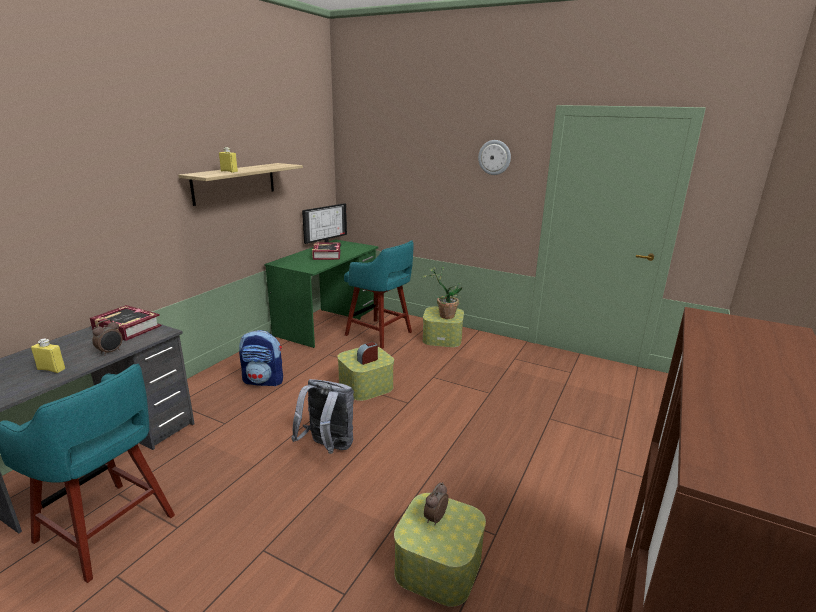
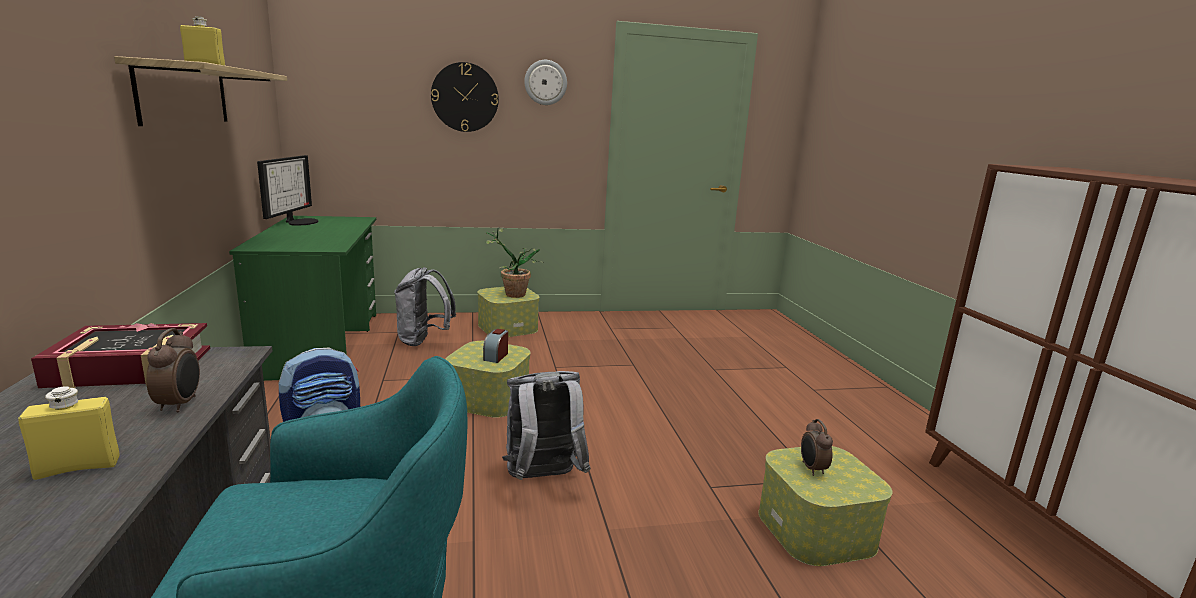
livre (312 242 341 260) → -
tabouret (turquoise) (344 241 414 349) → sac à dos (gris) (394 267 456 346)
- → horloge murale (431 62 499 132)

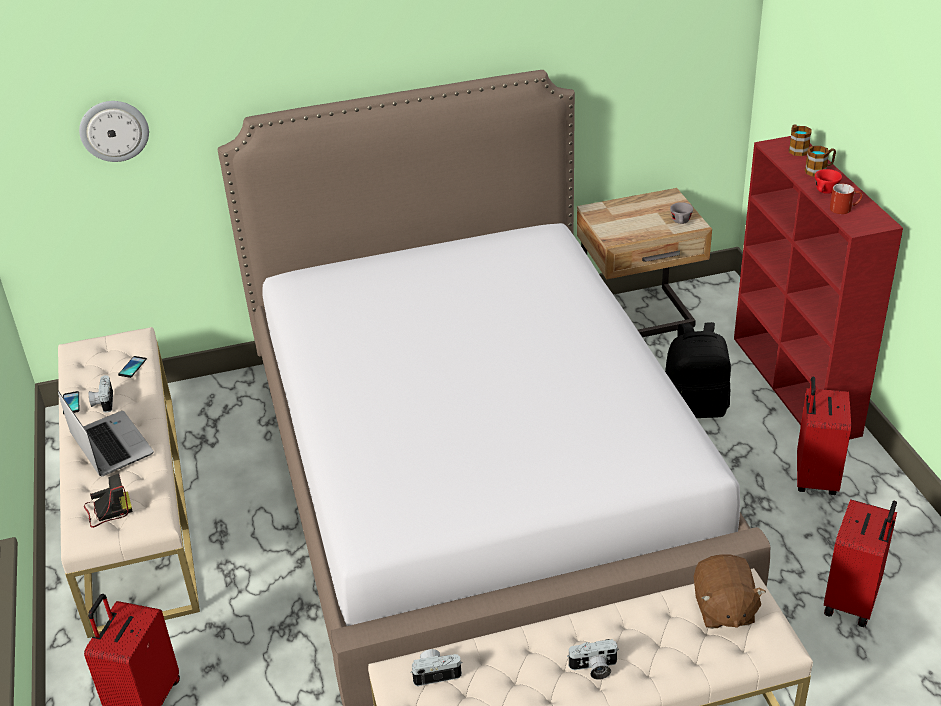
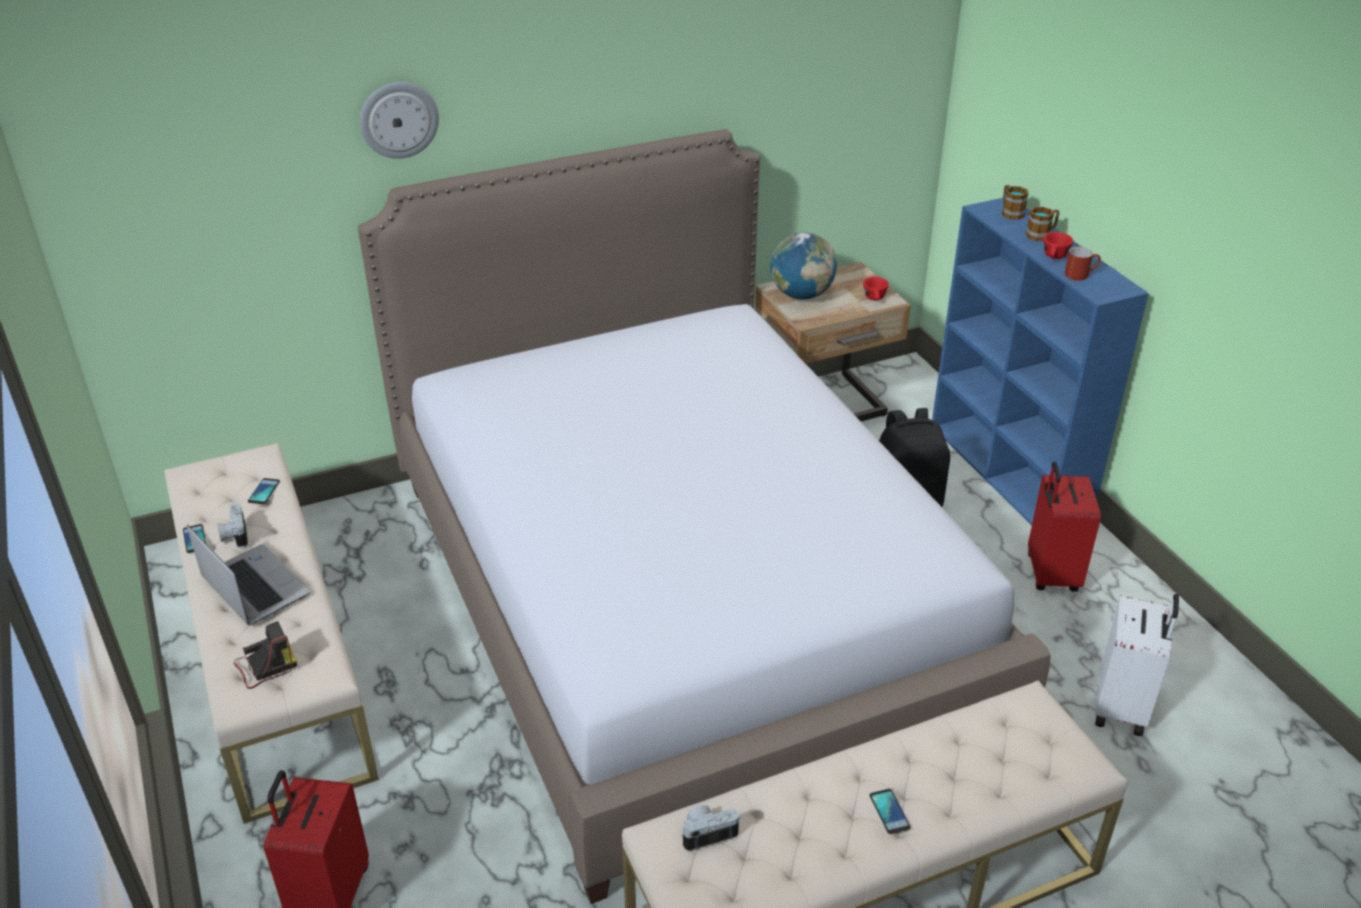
horloge murale (79 101 149 162) → horloge murale (360 82 439 159), relocated
appareil photo (567 639 619 680) → téléphone (870 789 910 834)
tasse (gris) (670 202 693 224) → tasse (rouge) (863 277 889 300)
peluche (marron) (694 554 766 629) → -
bibliothèque (rouge) (734 136 903 440) → bibliothèque (bleu) (932 198 1149 526)
valise (rouge) (824 499 897 627) → valise (blanc) (1095 594 1179 736)
- → globe (770 232 837 299)

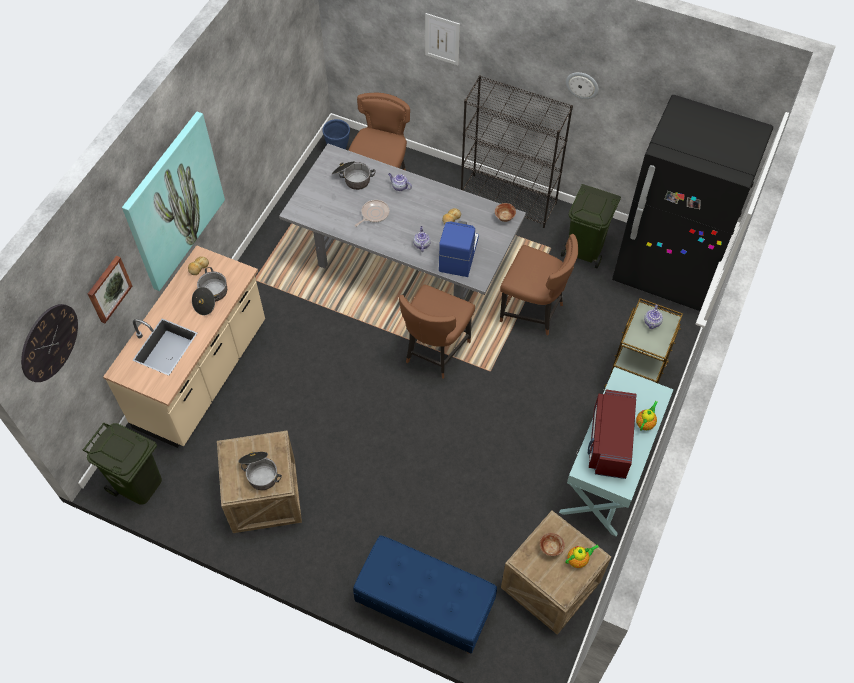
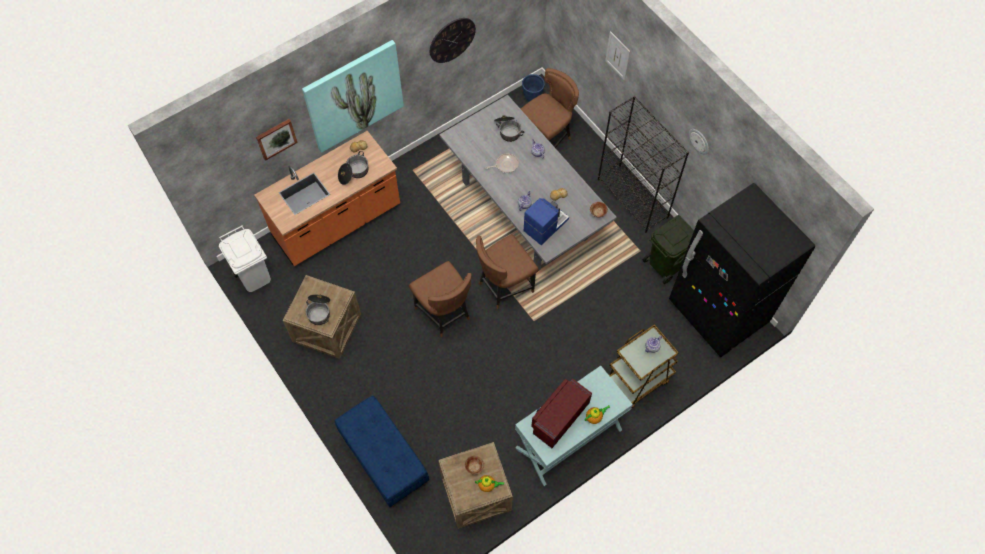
horloge murale (21 304 78 382) → horloge murale (430 18 476 63), relocated
poubelle (vert) (83 423 162 505) → poubelle (blanc) (219 226 271 292)
comptoir de cuisine (beige) (103 245 265 448) → comptoir de cuisine (orange) (254 131 400 266)
chaise (marron) (500 234 578 336) → chaise (marron) (409 261 471 337), relocated

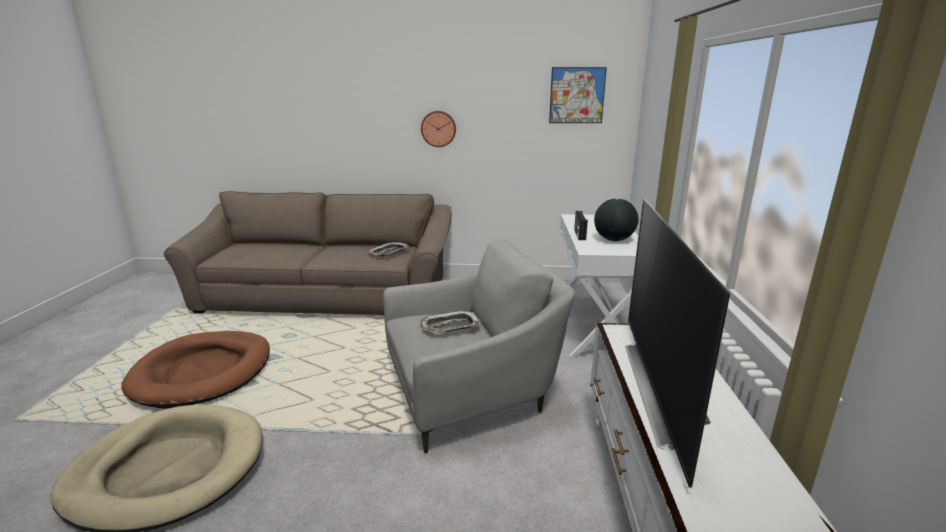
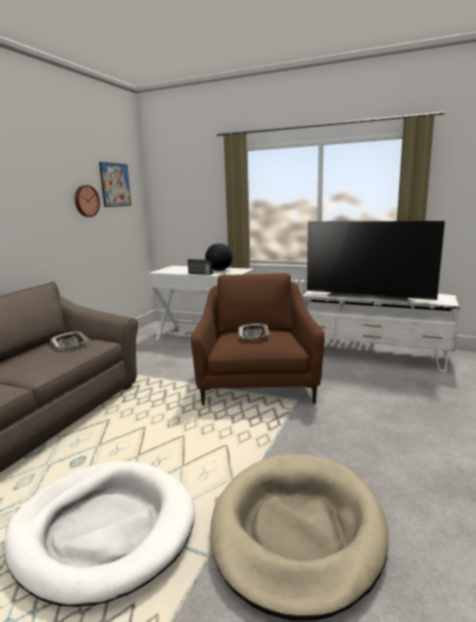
panier pour chien (marron) (121 331 270 409) → panier pour chien (blanc) (3 461 195 607)
fauteuil (gris) (383 239 575 454) → fauteuil (marron) (191 273 325 405)
horloge murale (421 111 456 147) → horloge murale (75 185 100 217), relocated

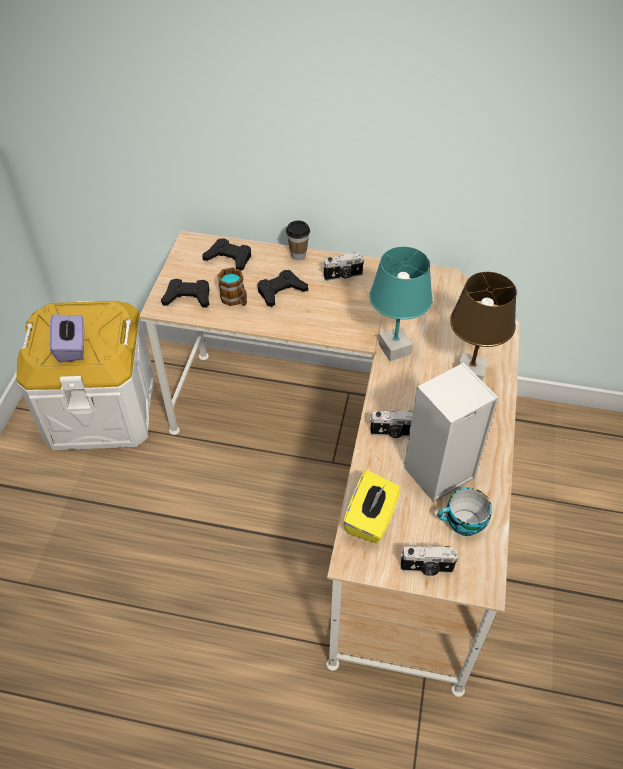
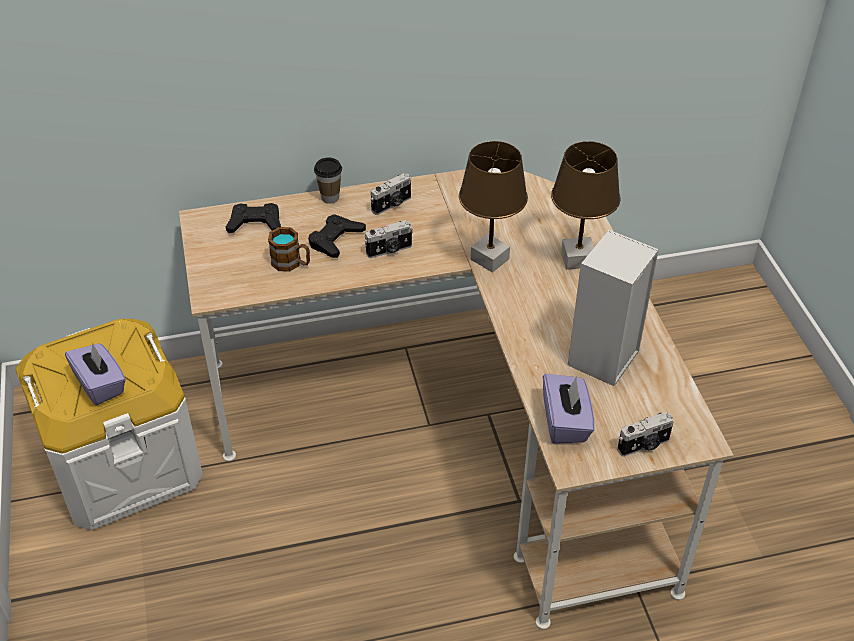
manette (noir) (161 279 209 308) → -
boîte à mouchoirs (jaune) (343 470 401 543) → boîte à mouchoirs (violet) (543 373 594 444)
lampe de table (turquoise) (369 247 433 361) → lampe de table (marron) (459 141 528 272)
appareil photo (369 410 413 438) → appareil photo (364 220 413 258), relocated
tasse (438 488 492 536) → -

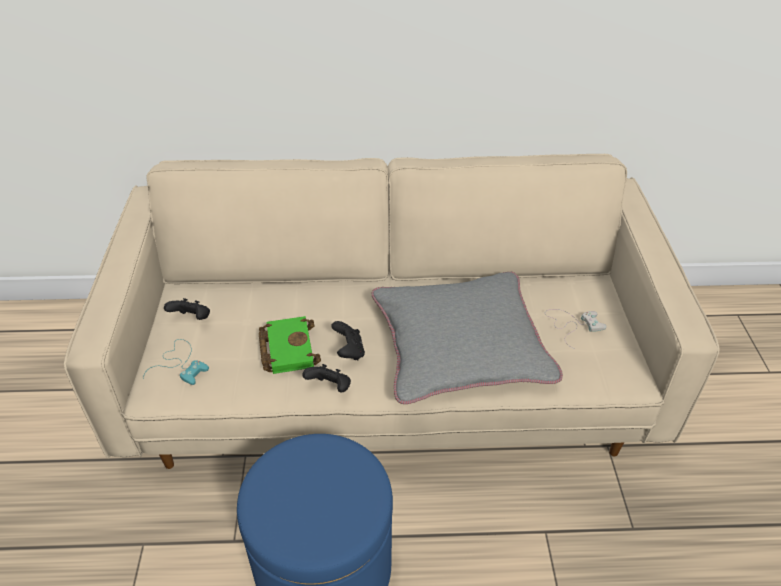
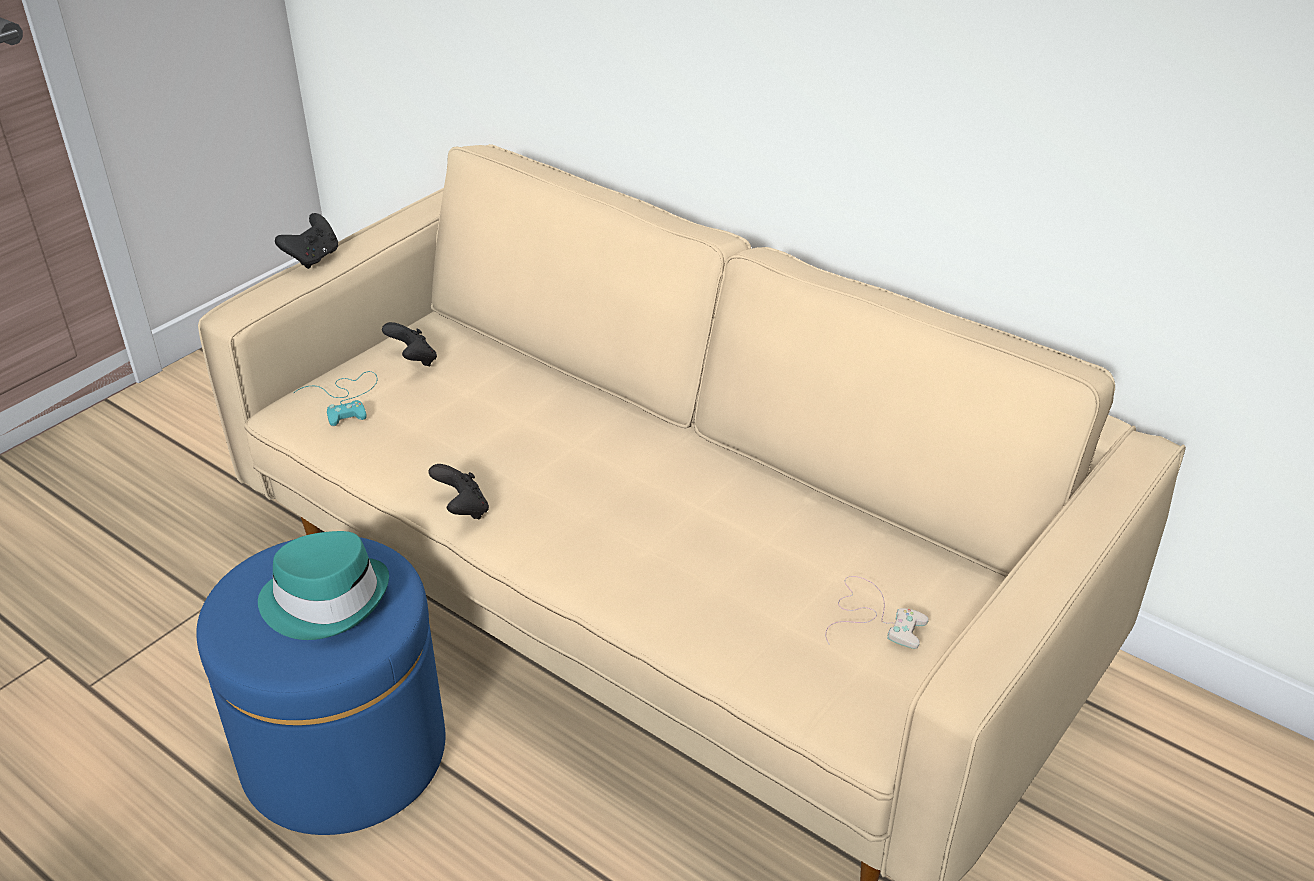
livre (vert) (259 316 321 374) → -
manette (noir) (331 321 365 360) → manette (noir) (275 213 338 269), relocated
coussin (gris) (372 272 563 404) → -
- → chapeau (turquoise) (258 531 389 640)

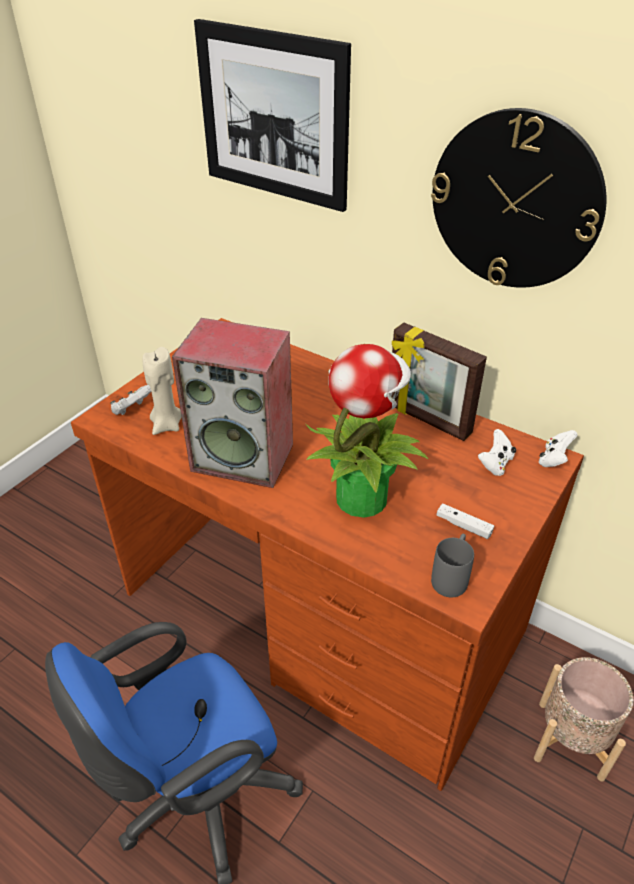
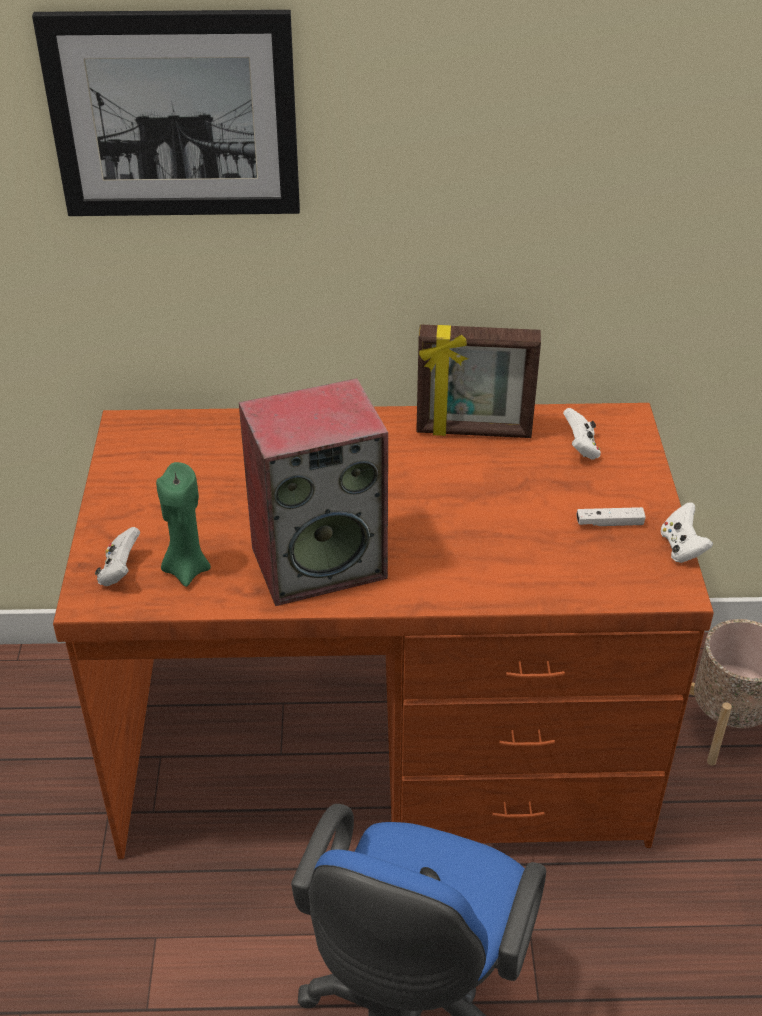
bougie (beige) (143 347 182 435) → bougie (vert) (156 462 211 587)
plante en pot (306 344 428 517) → -
horloge murale (431 108 606 288) → -
mug (gris) (431 534 474 597) → -
manette (blanc) (539 430 578 467) → manette (blanc) (661 502 713 563), relocated

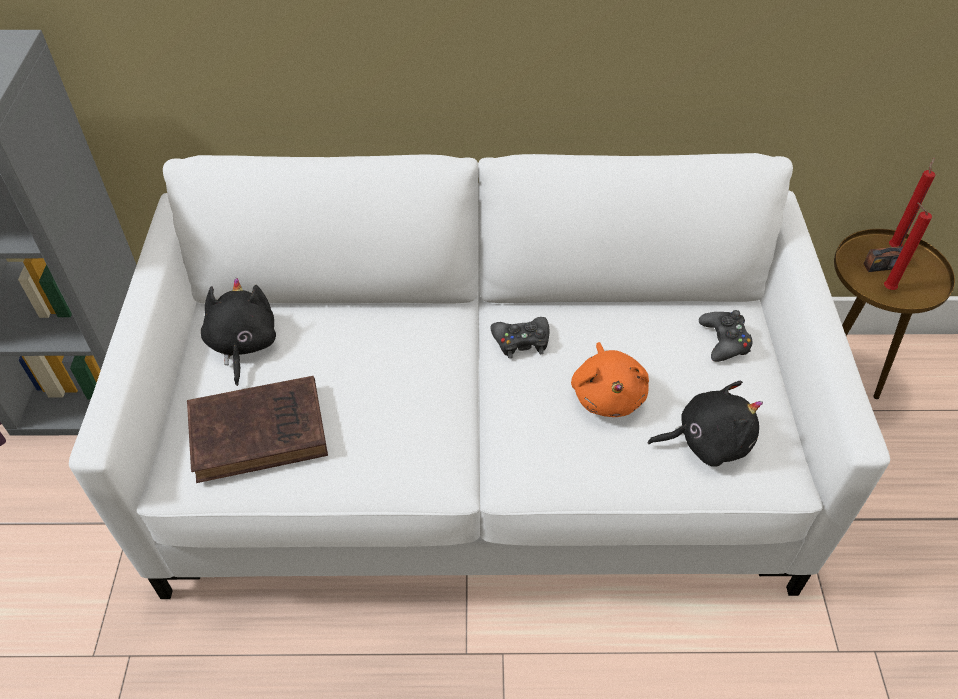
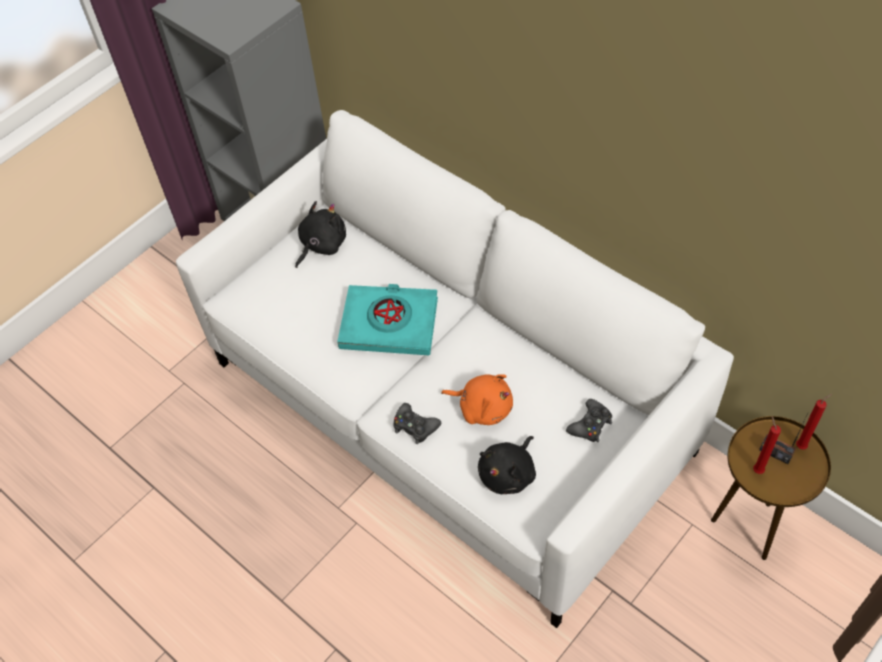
livre (marron) (187 376 328 483) → -
manette (noir) (491 317 549 358) → manette (noir) (393 403 441 444), relocated
peluche (orange) (571 342 649 417) → peluche (orange) (441 374 513 425), 105 degrees counterclockwise
peluche (noir) (648 381 763 467) → peluche (noir) (478 436 536 494), 90 degrees clockwise
- → livre (turquoise) (337 284 438 355)

